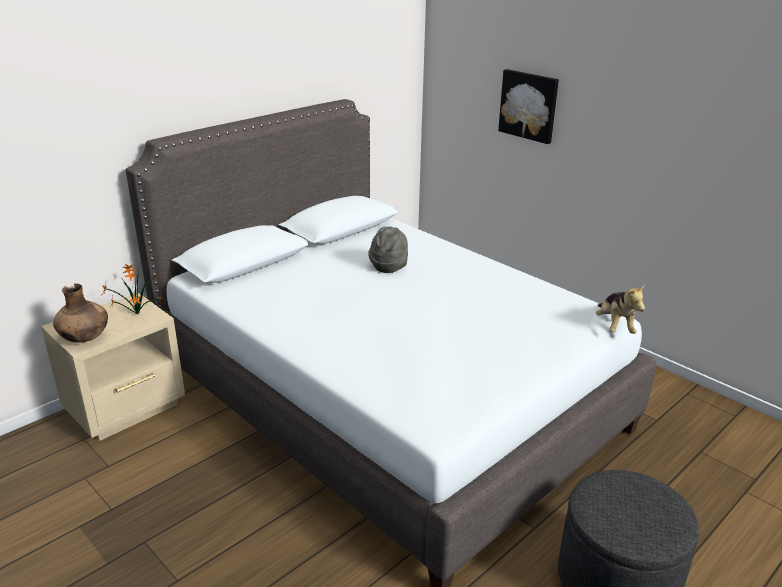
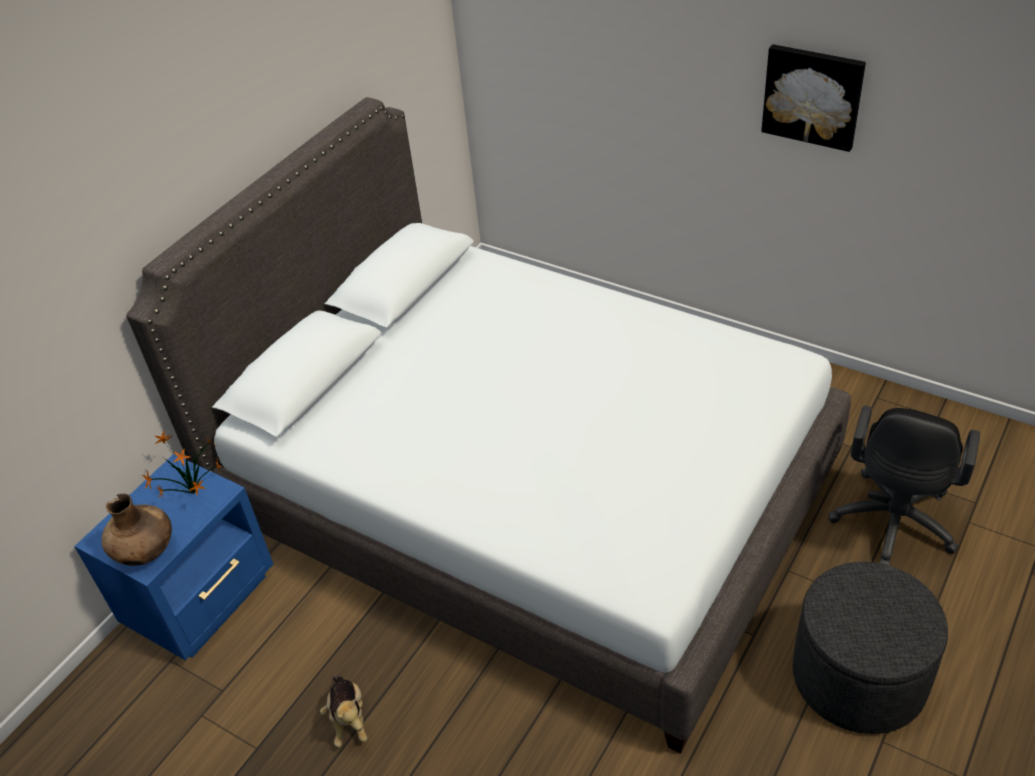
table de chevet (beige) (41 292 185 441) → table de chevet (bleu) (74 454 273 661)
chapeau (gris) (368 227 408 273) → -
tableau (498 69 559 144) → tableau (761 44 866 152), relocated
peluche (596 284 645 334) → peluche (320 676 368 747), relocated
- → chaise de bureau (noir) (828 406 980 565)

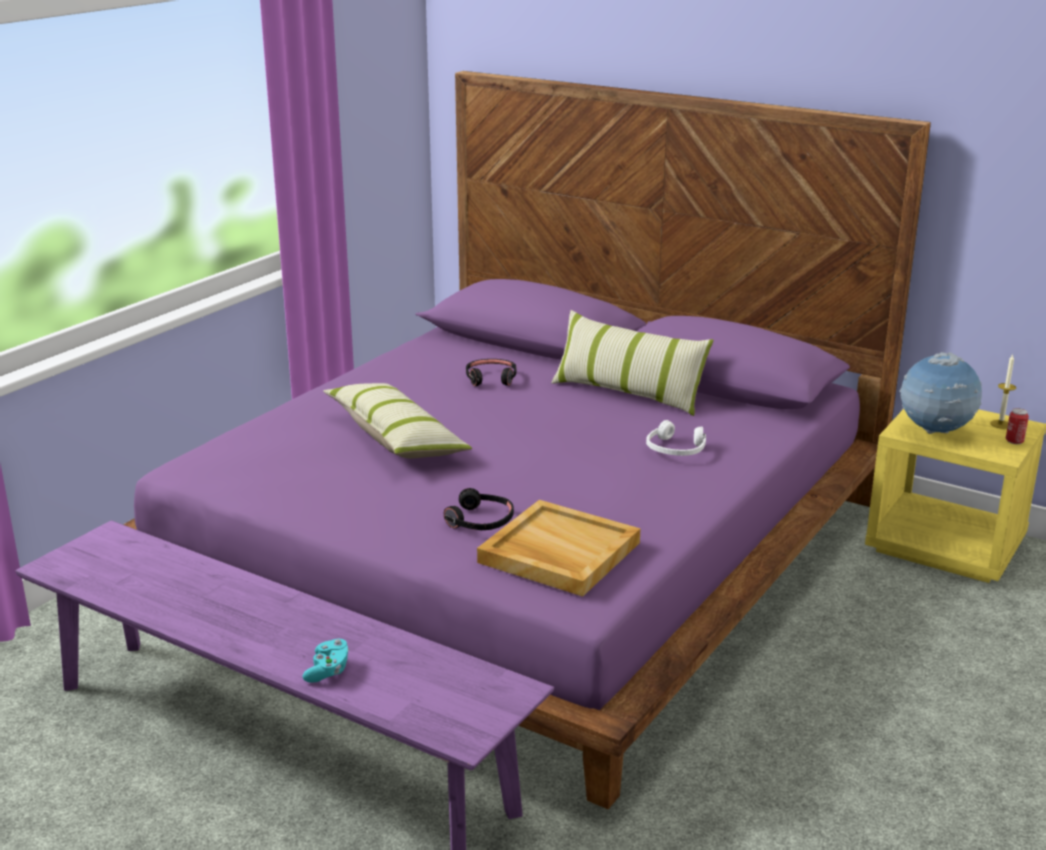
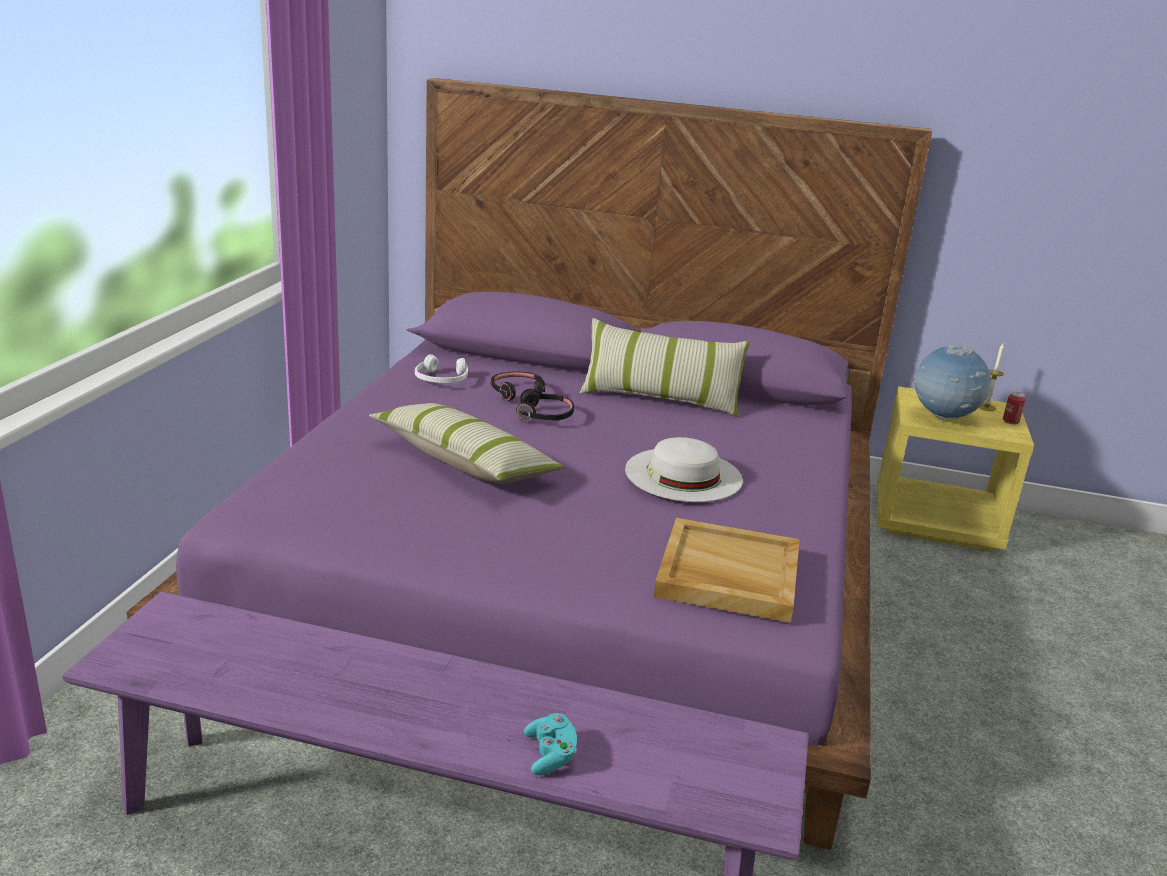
casque audio (noir) (444 488 514 530) → casque audio (noir) (516 389 574 422), relocated
casque audio (blanc) (646 420 706 456) → casque audio (blanc) (415 354 468 383), relocated
- → chapeau (blanc) (625 437 743 502)

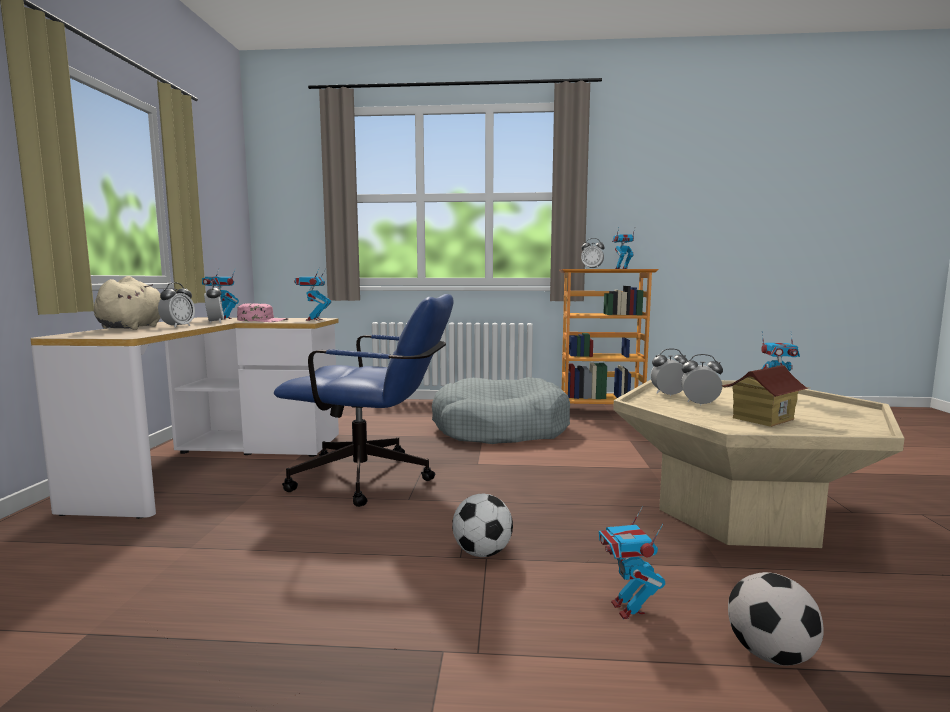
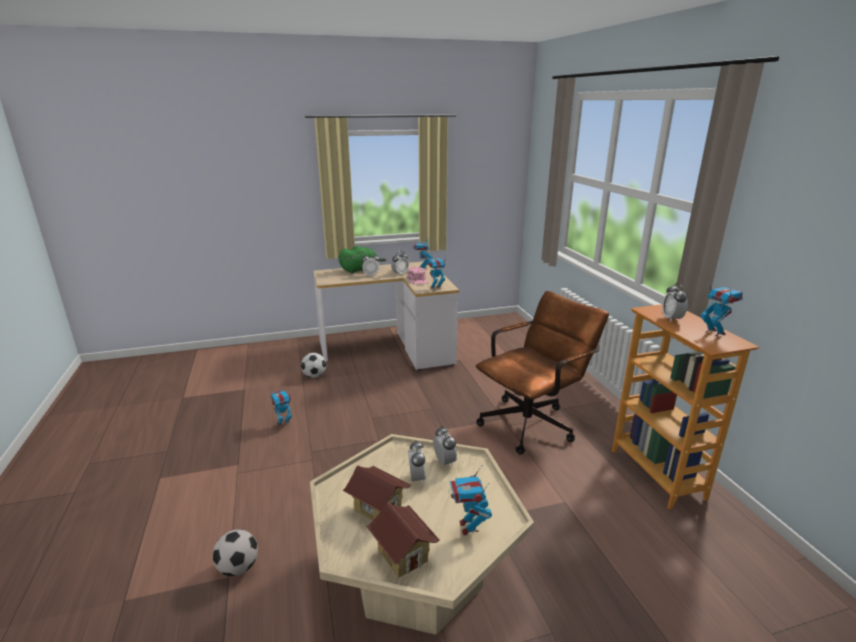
peluche (beige) (94 276 161 330) → peluche (vert) (339 246 386 274)
chaise de bureau (bleu) (274 294 454 507) → -
panier pour chien (gris) (432 377 570 444) → chaise de bureau (marron) (476 291 609 455)
ballon de foot (452 494 513 557) → ballon de foot (301 353 326 378), relocated
robot jouet (599 506 665 619) → robot jouet (271 390 292 428), relocated
- → maison miniature (366 502 439 578)

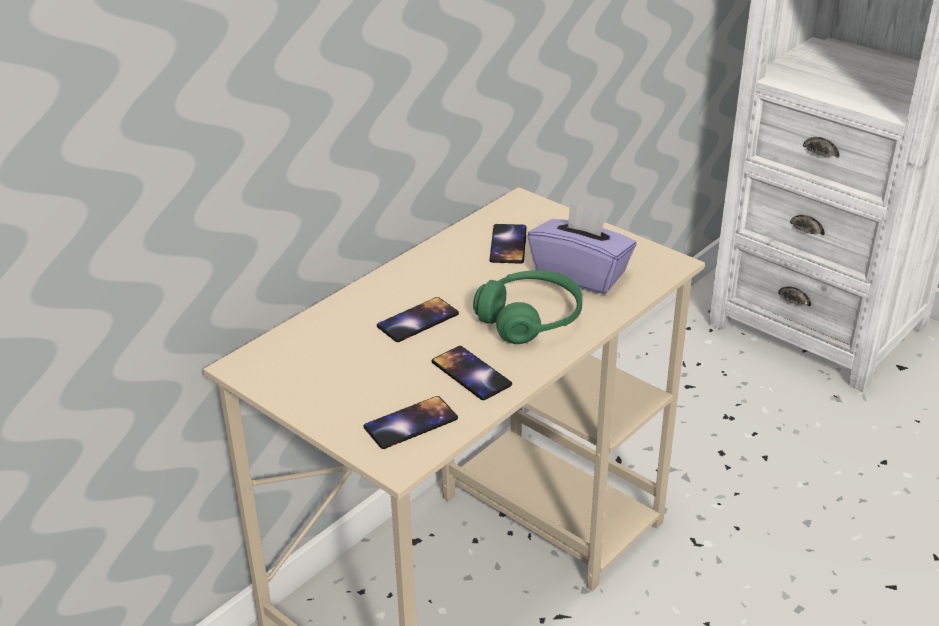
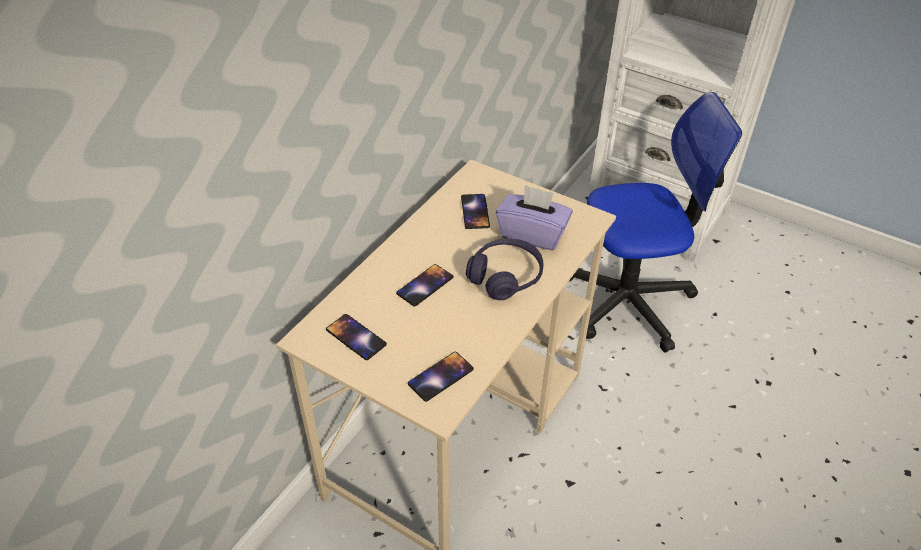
téléphone (432 346 512 400) → téléphone (326 314 387 360), relocated
casque audio (vert) (473 270 583 344) → casque audio (violet) (466 239 543 300)
- → chaise de bureau (569 92 742 353)

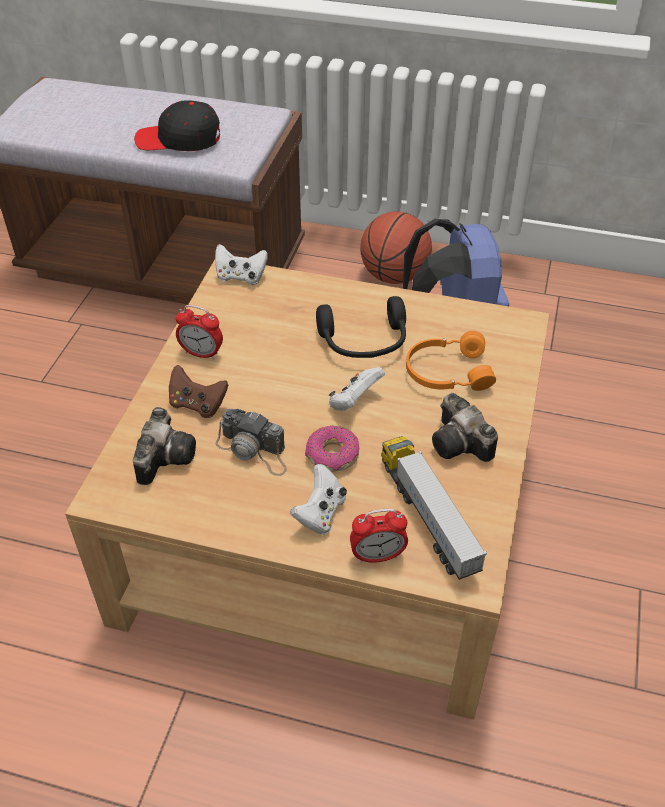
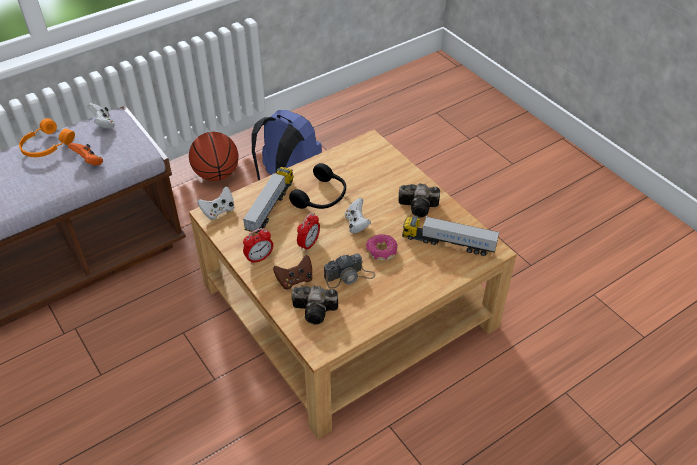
appareil photo (133 407 196 485) → appareil photo (292 286 338 325), 135 degrees clockwise
casquette (noir) (134 100 220 151) → manette (orange) (68 143 103 166)
manette (blanc) (290 464 347 535) → manette (blanc) (87 103 115 129), relocated
réveil (350 509 408 563) → réveil (297 213 320 252), relocated
casque audio (orange) (406 331 496 391) → casque audio (orange) (19 118 75 157), relocated
- → camion jouet (243 167 293 233)

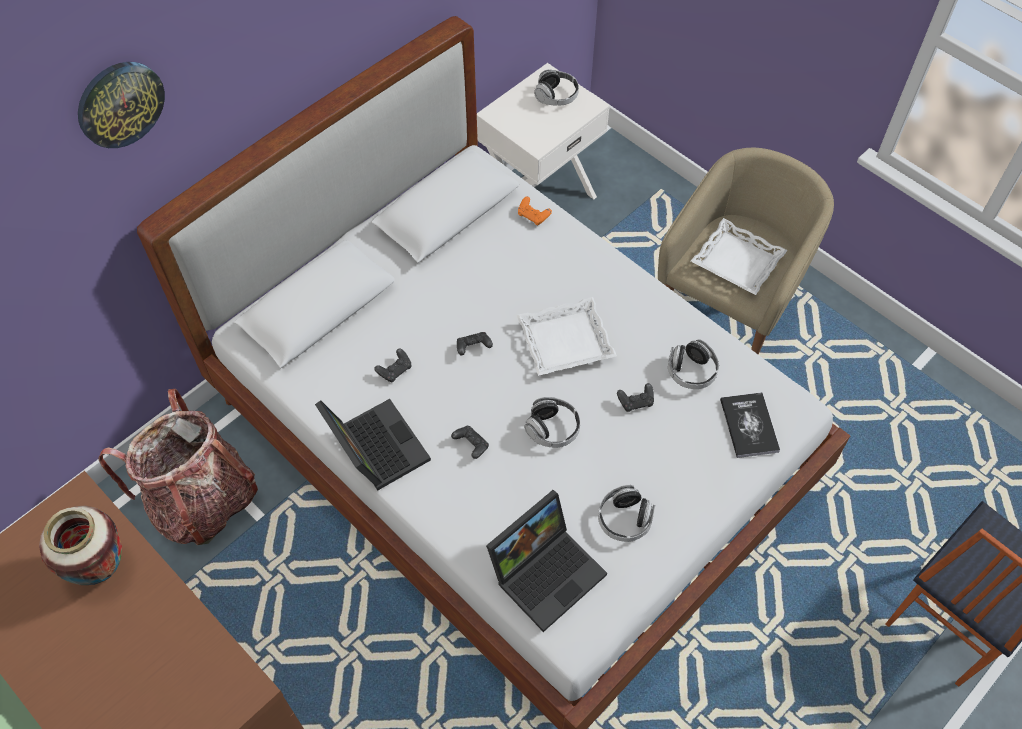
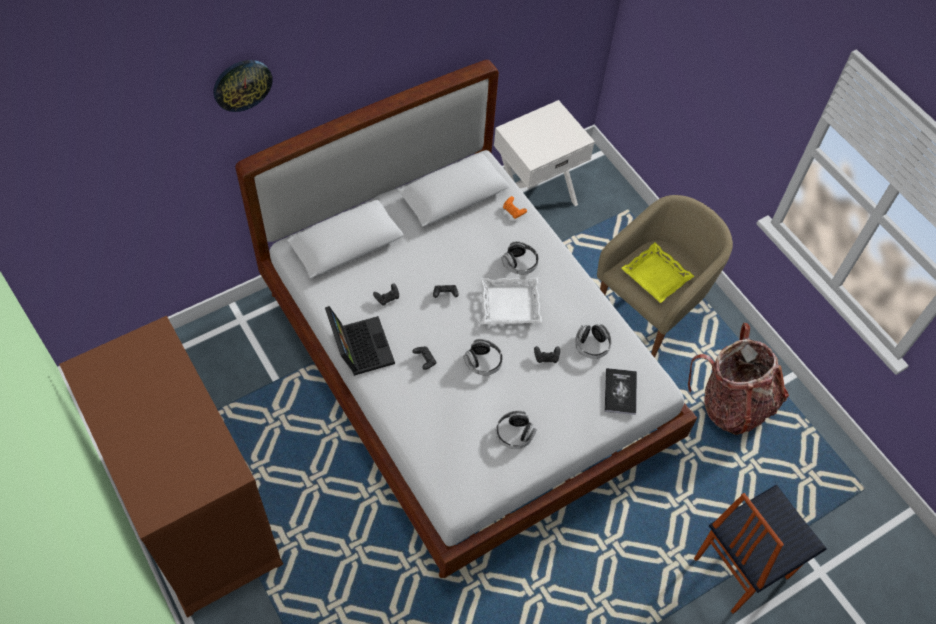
vase (39 506 122 585) → -
sac à dos (98 389 258 545) → sac à dos (688 323 789 435), relocated
ordinateur portable (486 490 607 632) → -
casque audio (534 69 579 106) → casque audio (502 241 539 274), relocated
plateau (blanc) (691 218 788 295) → plateau (jaune) (621 243 694 303)

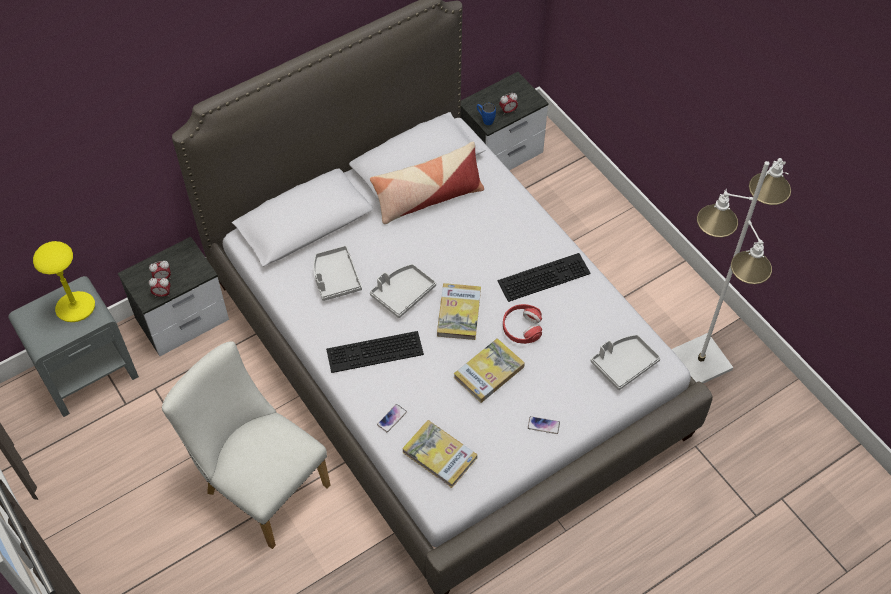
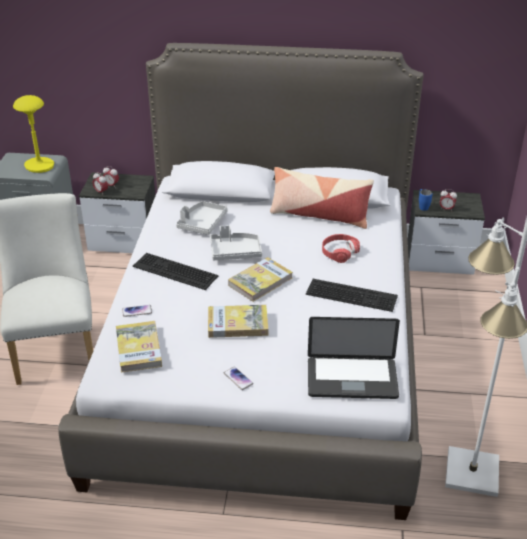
casque audio (rouge) (503 304 542 344) → casque audio (rouge) (322 234 360 263), relocated
plateau (gris) (591 335 661 390) → ordinateur portable (308 317 400 399)

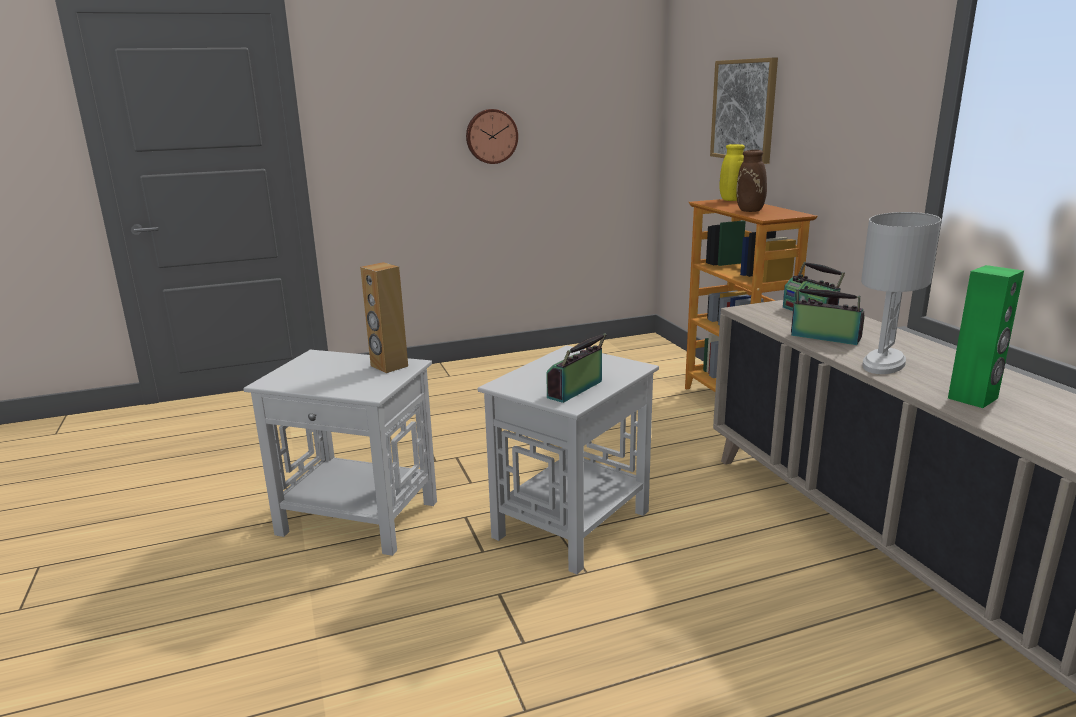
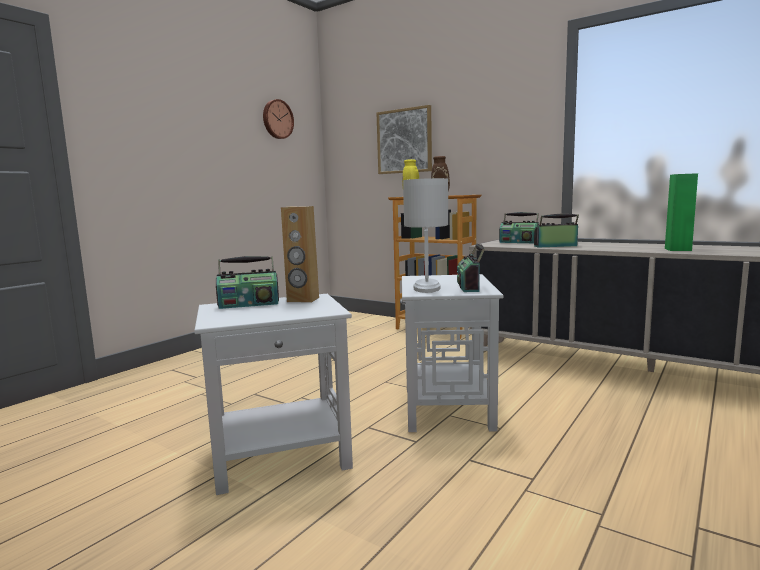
horloge murale (466 109 518 164) → horloge murale (263 99 294 139), relocated
lampe de table (blanc) (861 212 941 374) → lampe de table (blanc) (403 178 448 293), relocated
- → radio (216 256 279 309)

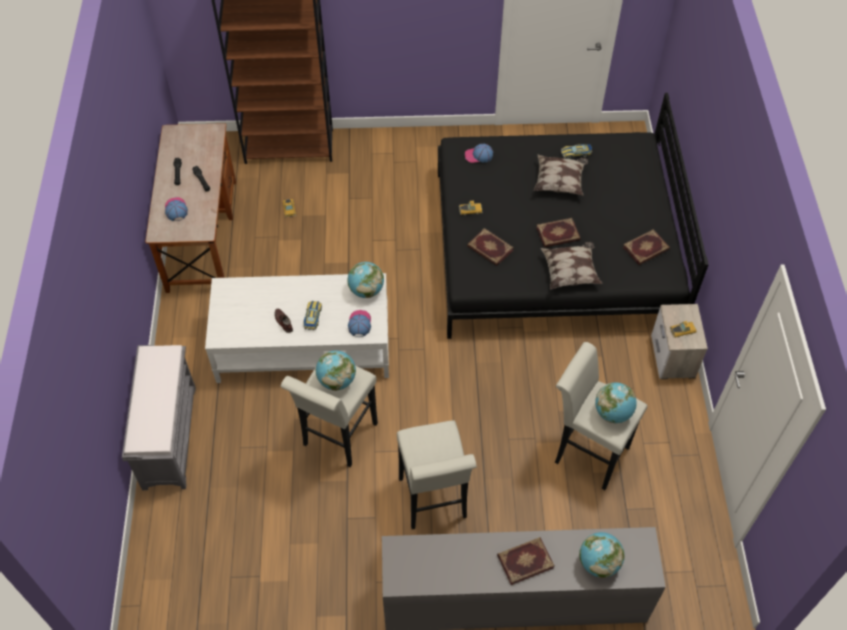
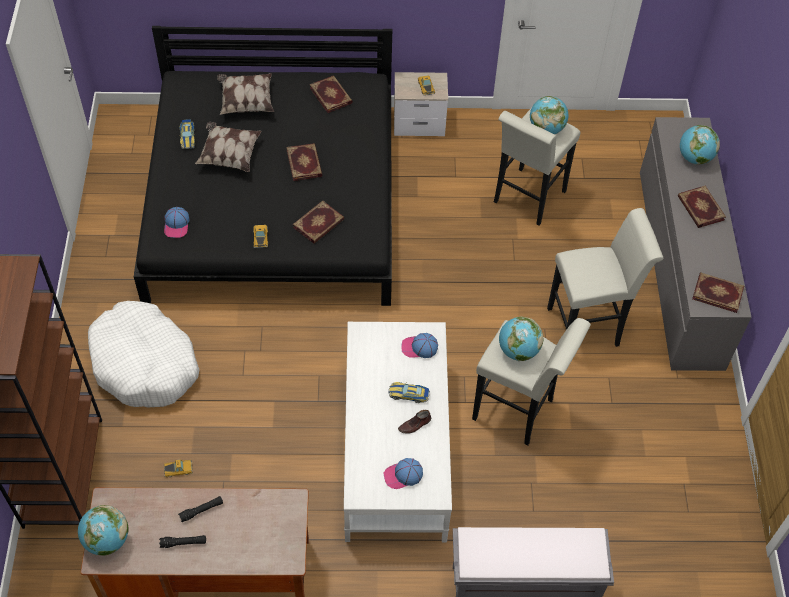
casquette (165 197 188 221) → casquette (384 458 423 489), relocated
globe (347 262 384 298) → globe (78 505 129 556), relocated
coussin (541 242 602 289) → coussin (217 73 274 115), relocated
- → panier pour chien (blanc) (88 301 199 407)
- → livre (692 272 744 313)

